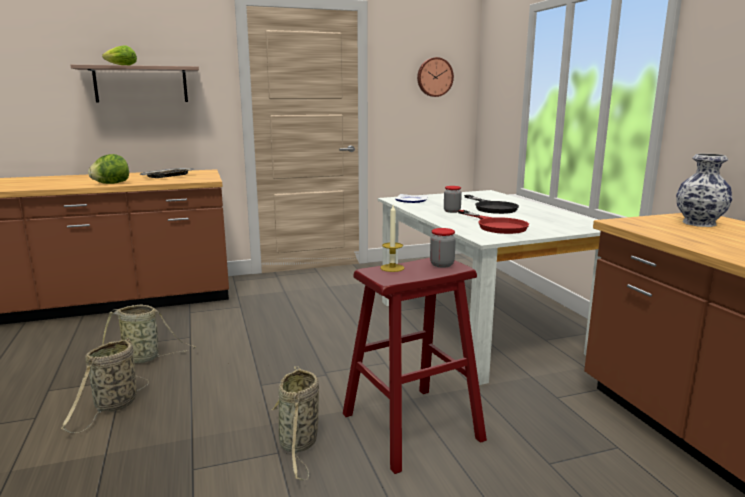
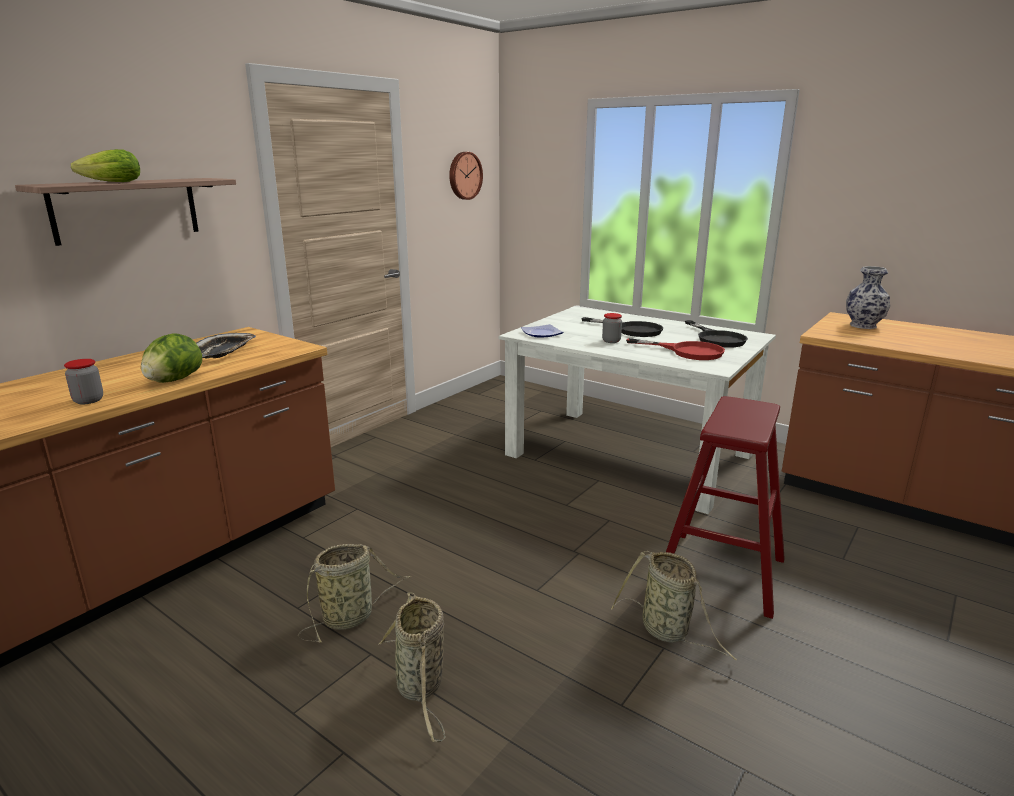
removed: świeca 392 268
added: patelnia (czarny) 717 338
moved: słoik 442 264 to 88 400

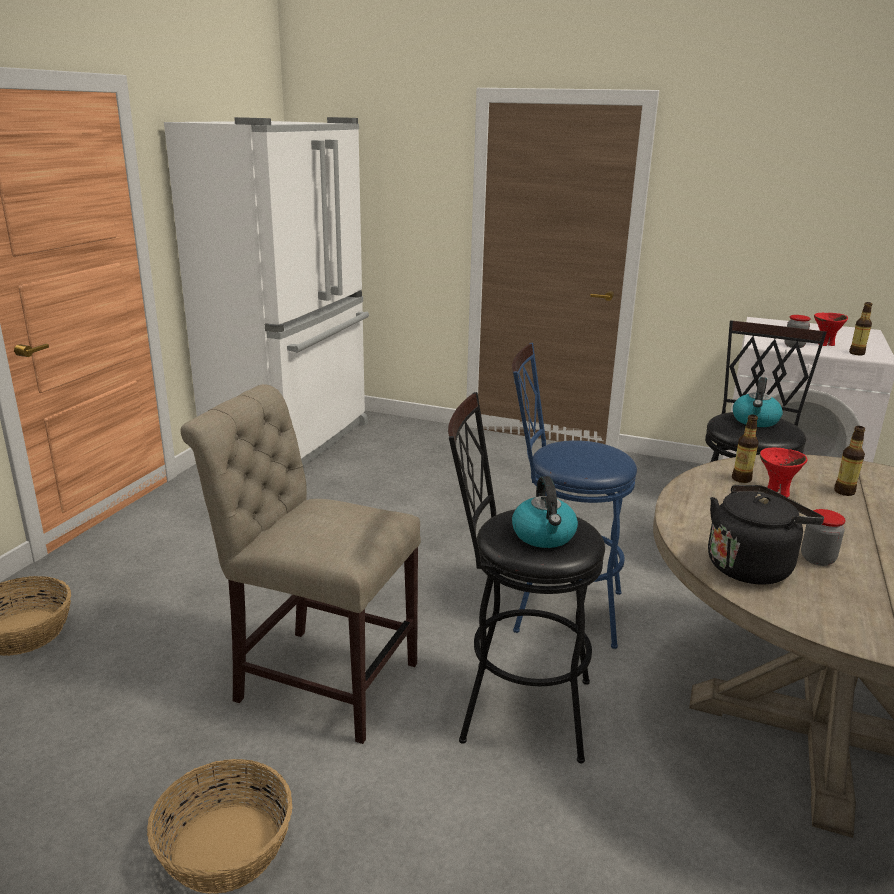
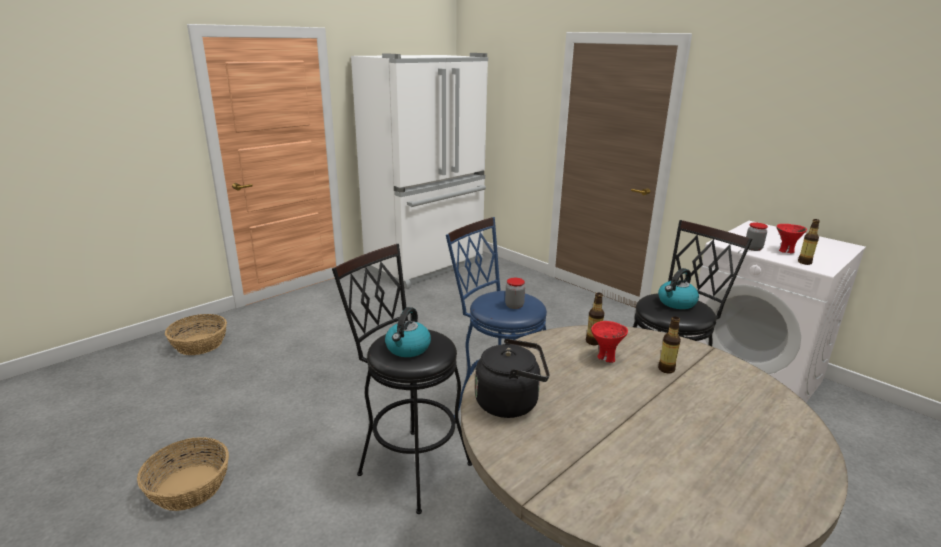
removed: krzesło (beżowy) 318 678
moved: słoik 817 559 to 514 306

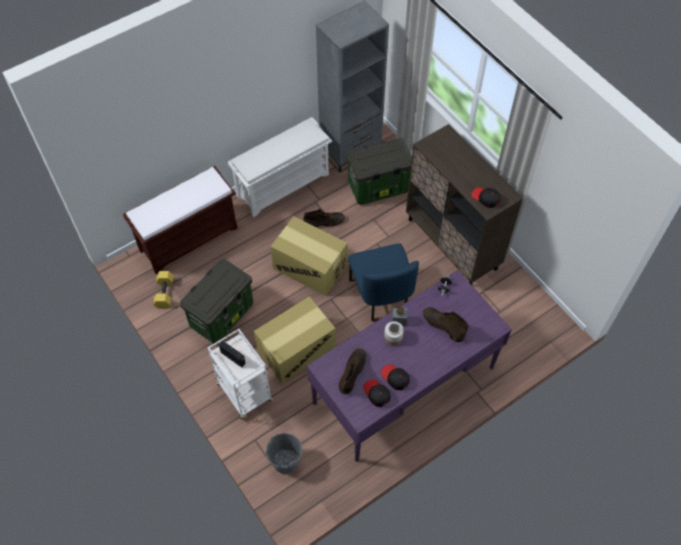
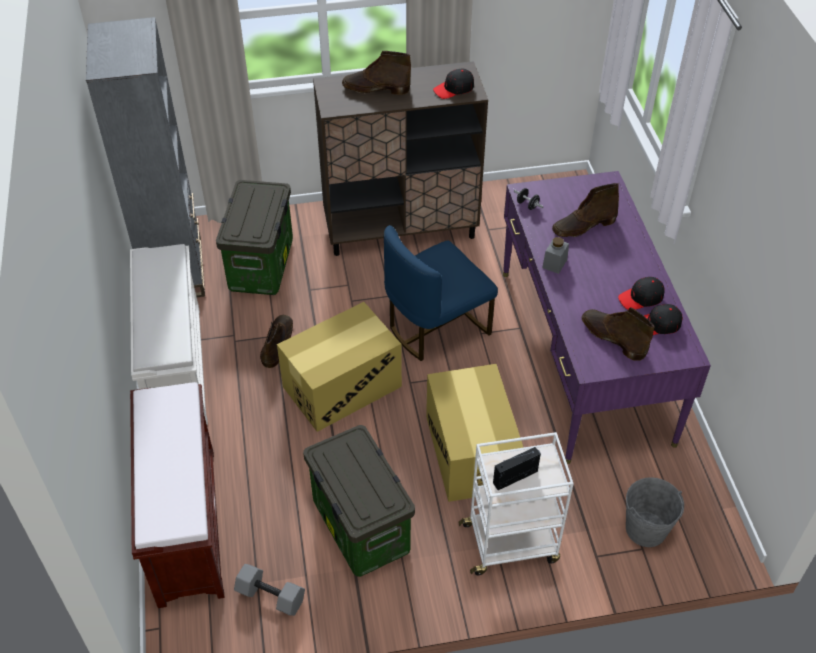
removed: słoik 393 337
added: but z cholewką (brązowy) 375 88
recoloured: hantel (żółty) 164 293 to hantel (szary) 269 597
turned: krzesło (niebieski) 381 295 = 436 327 135 degrees clockwise

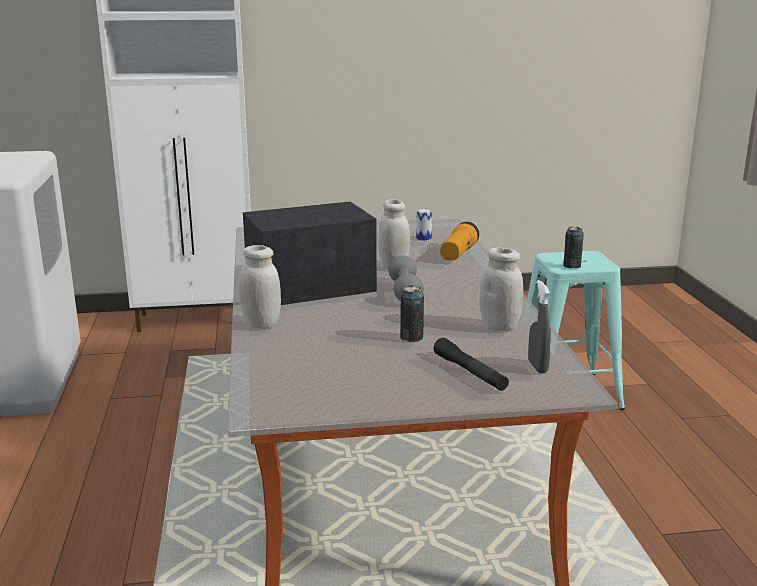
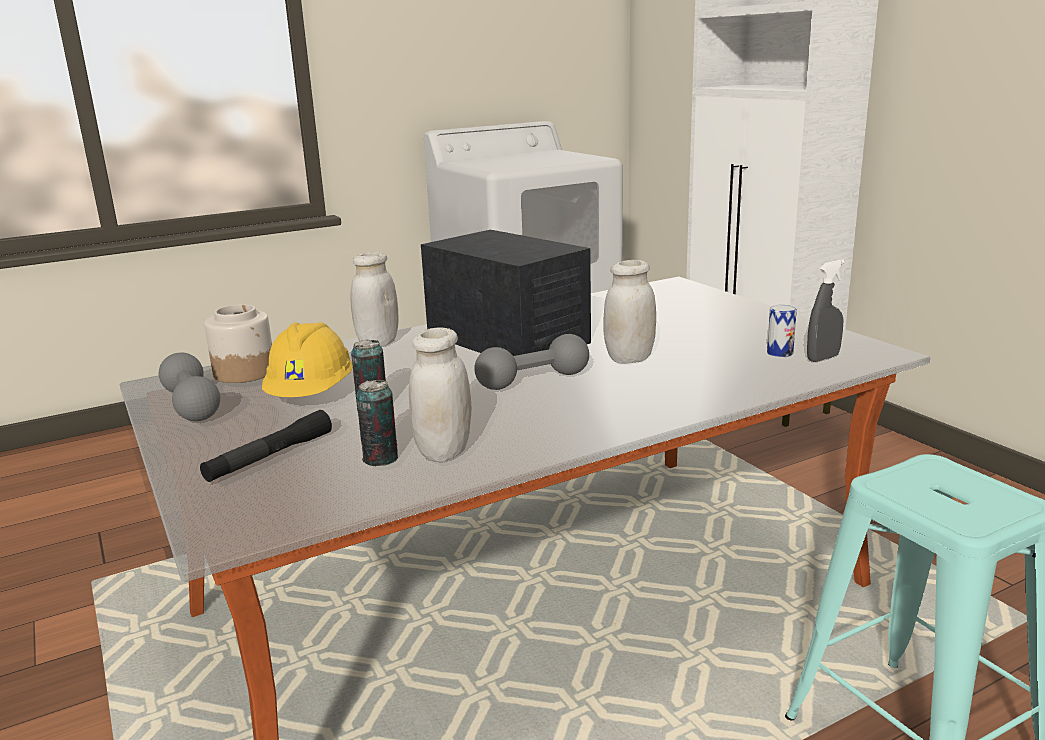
removed: latarka 458 254
added: słoik 245 372; kask (żółty) 311 395; hantel (szary) 192 405
moved: puszka 572 266 to 380 459; spryskiwacz (szary) 537 367 to 823 358

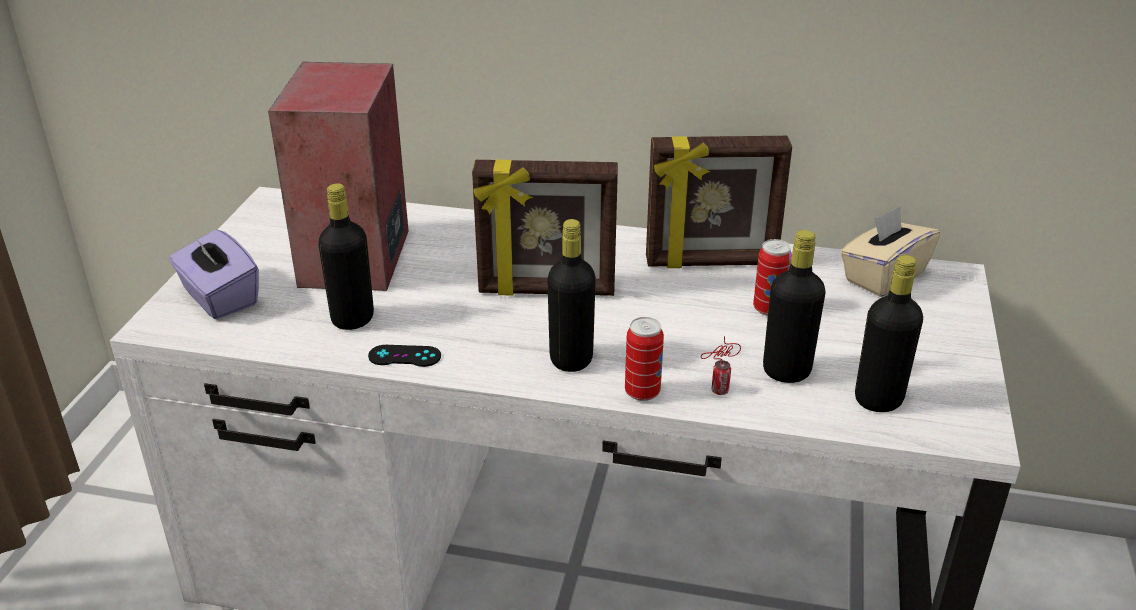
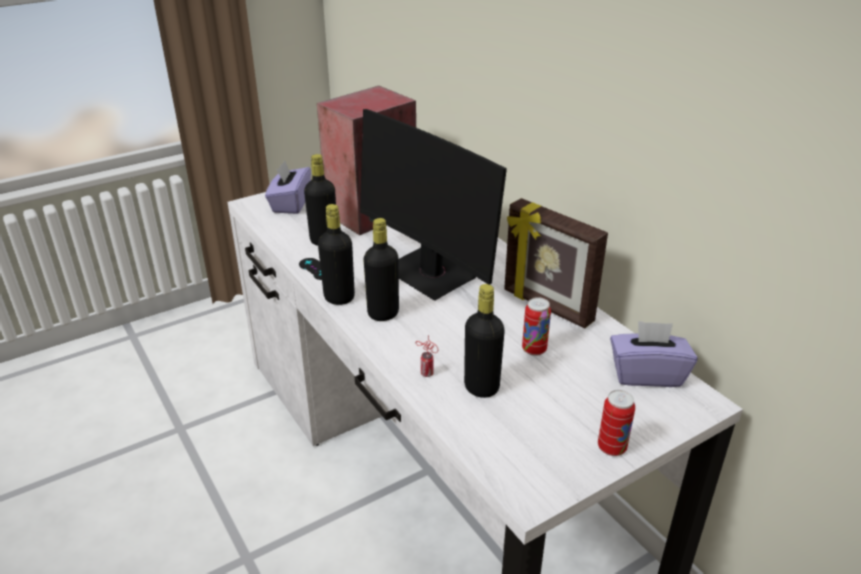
moved: butelka (czarny) 878 400 to 339 298; puszka 642 392 to 611 448
replaced: ramka na zdjęcie 546 291 to monitor 430 274
recoloured: pudełko chusteczek (beżowy) 883 276 to pudełko chusteczek (fioletowy) 646 374

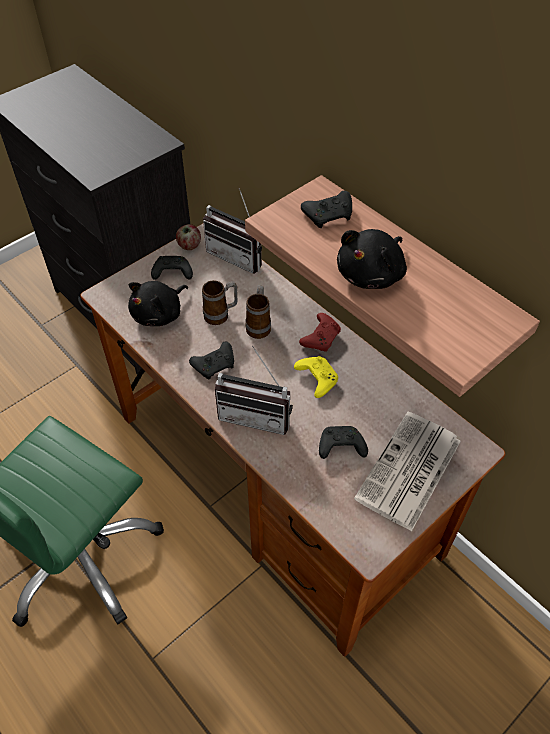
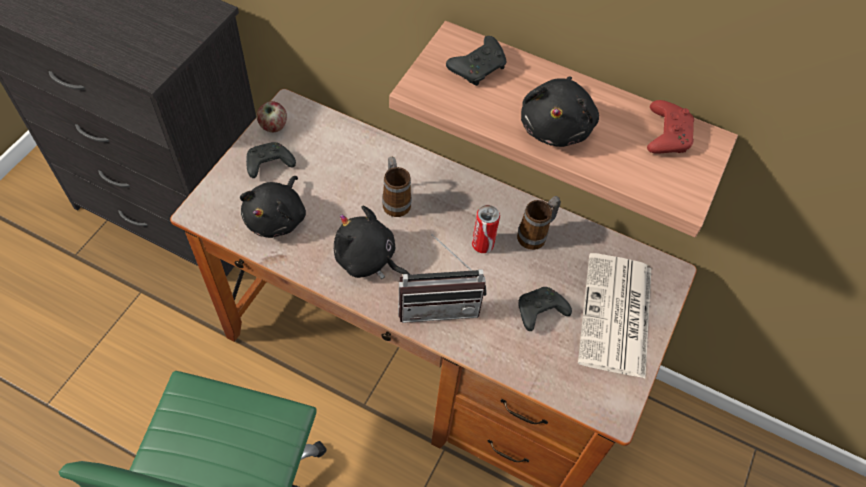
removed: radio 238 256
moved: kubek 221 315 to 536 235; pad do gier (czerwony) 321 337 to 666 135
replaced: pad do gier (czarny) 215 365 to pluszak (czarny) 368 260; pad do gier (żółty) 316 379 to puszka 482 244

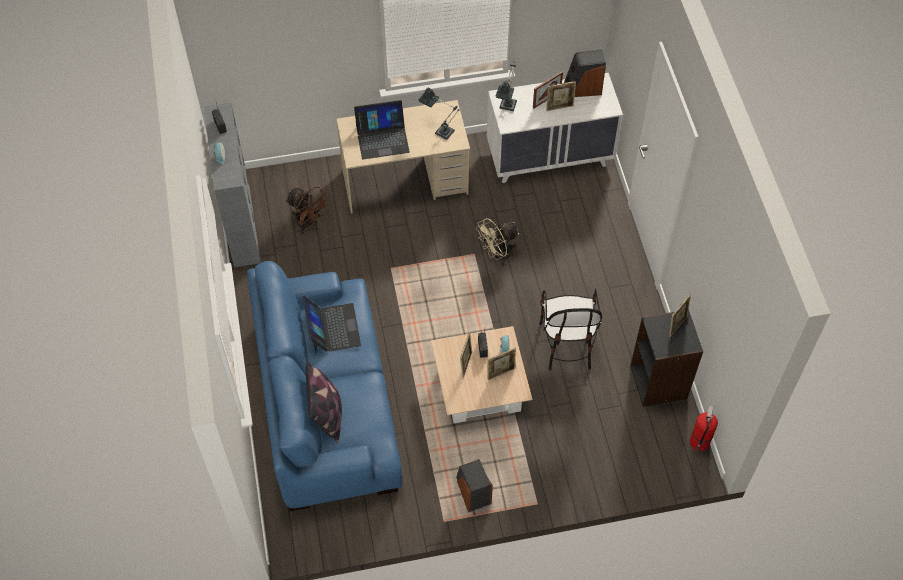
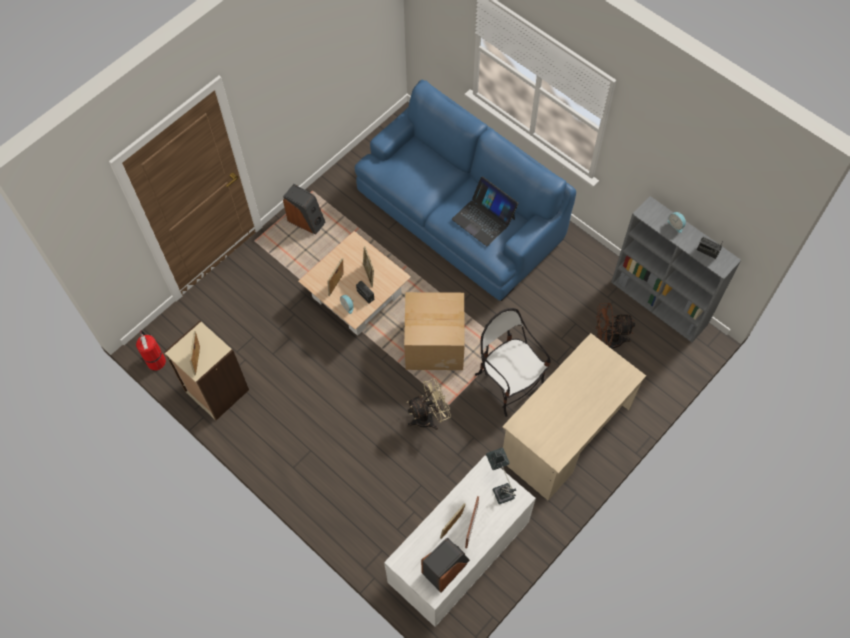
removed: lampa stołowa 440 130; laptop 382 138; poduszka 327 415
added: karton 434 344
moved: krzesło 566 344 to 509 383
recoloured: regał (czarny) 659 382 to regał (beżowy) 216 391
turned: wentylator (beżowy) 497 255 = 428 417 45 degrees clockwise

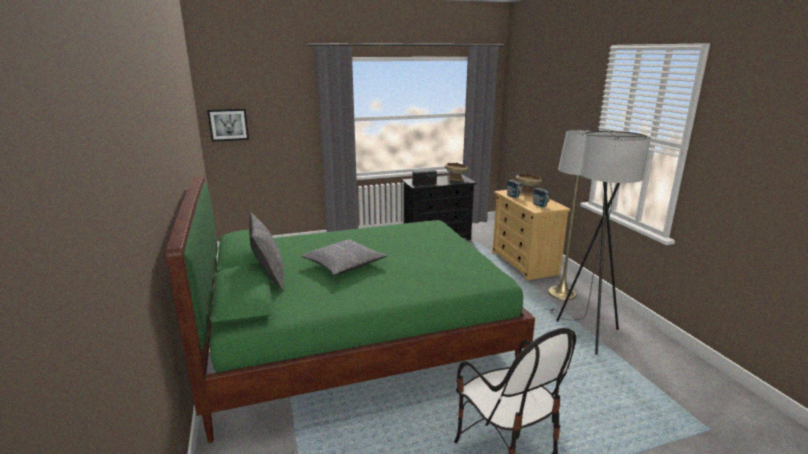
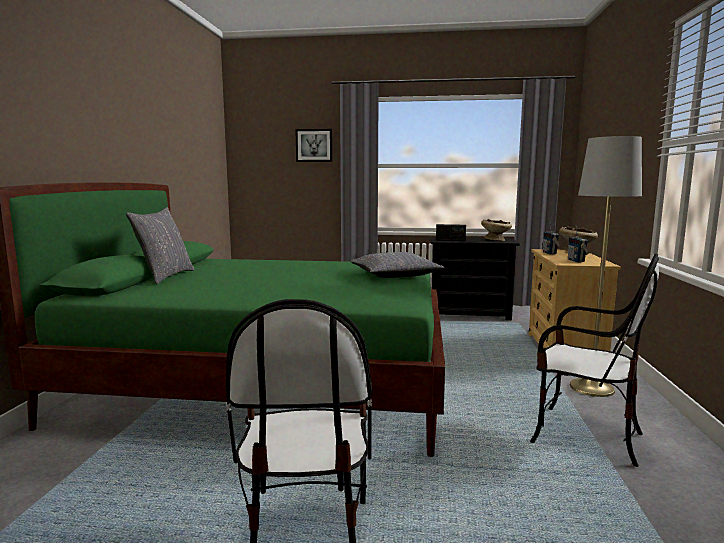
moved: obraz 228 124 to 314 145; poduszka (szary) 344 264 to 394 275
replaced: lampa stojąca (szary) 584 332 to krzesło 584 436

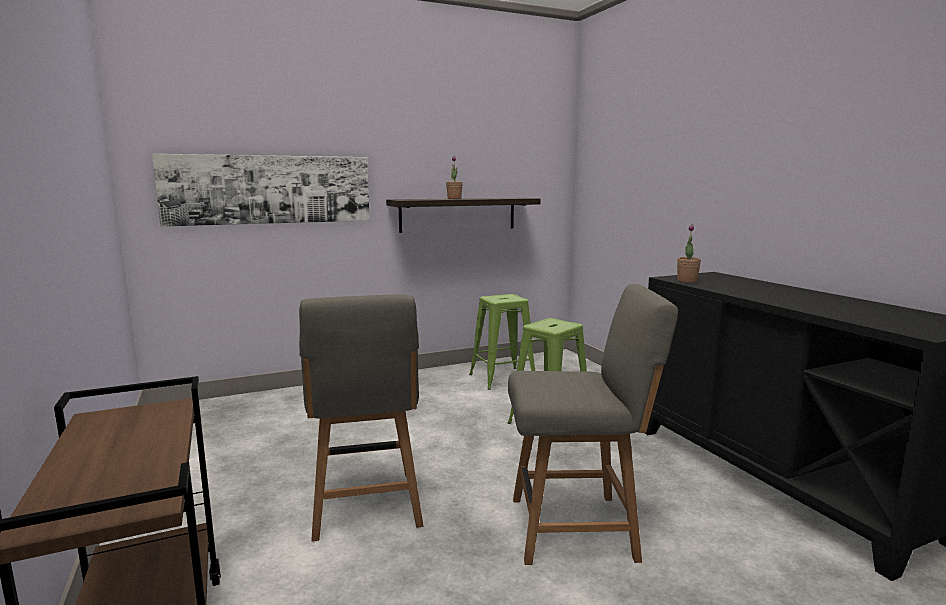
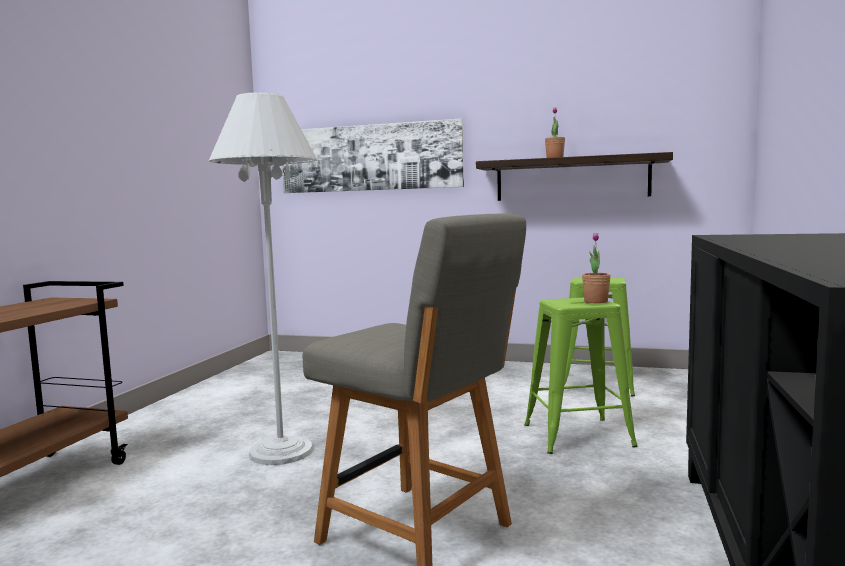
moved: roślina doniczkowa 687 281 to 596 301
replaced: krzesło (szary) 366 507 to lampa stojąca (biały) 281 452

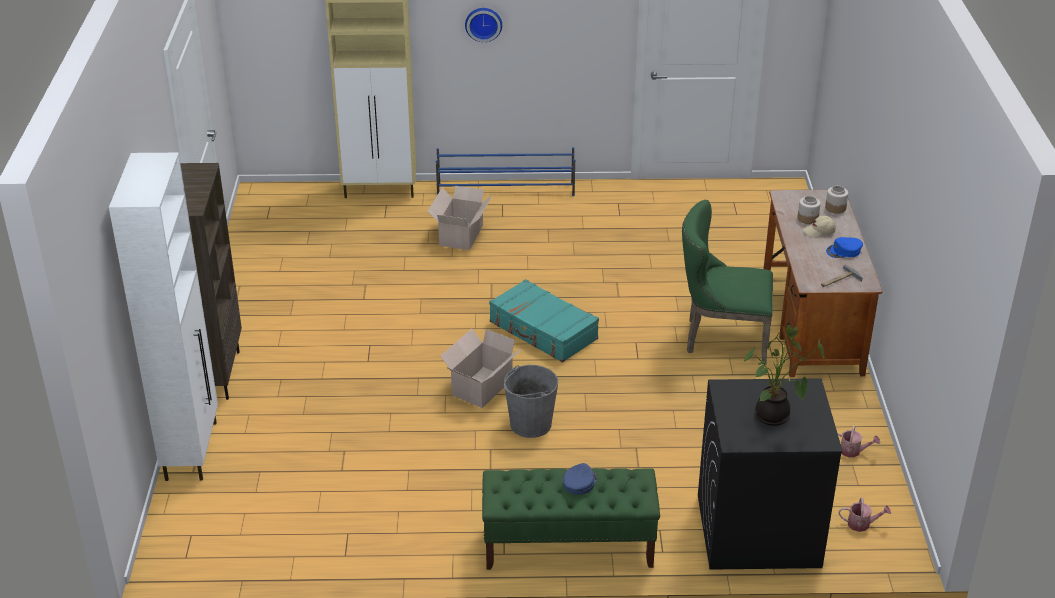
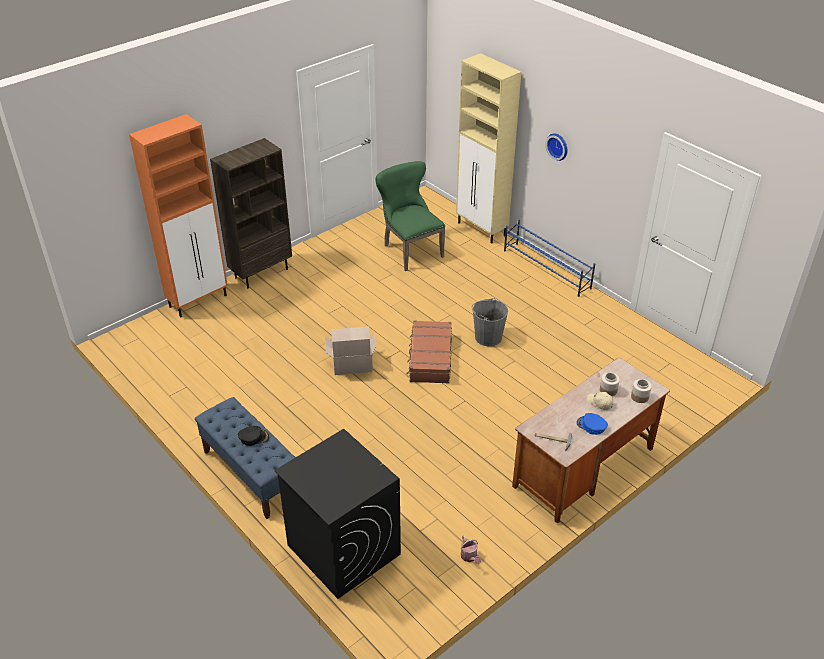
removed: karton 462 234; roślina doniczkowa 774 417; konewka 862 524
moved: krzesło (zielony) 720 338 to 409 250; wiadro (szary) 530 424 to 488 337
recoloured: szafka (biały) 192 450 to szafka (pomarańczowy) 199 301; walizka (turkusowy) 543 331 to walizka (brązowy) 430 358; czapka z daszkiem (niebieski) 579 482 to czapka z daszkiem (czarny) 253 437; ławka (zielony) 568 546 to ławka (niebieski) 251 473

